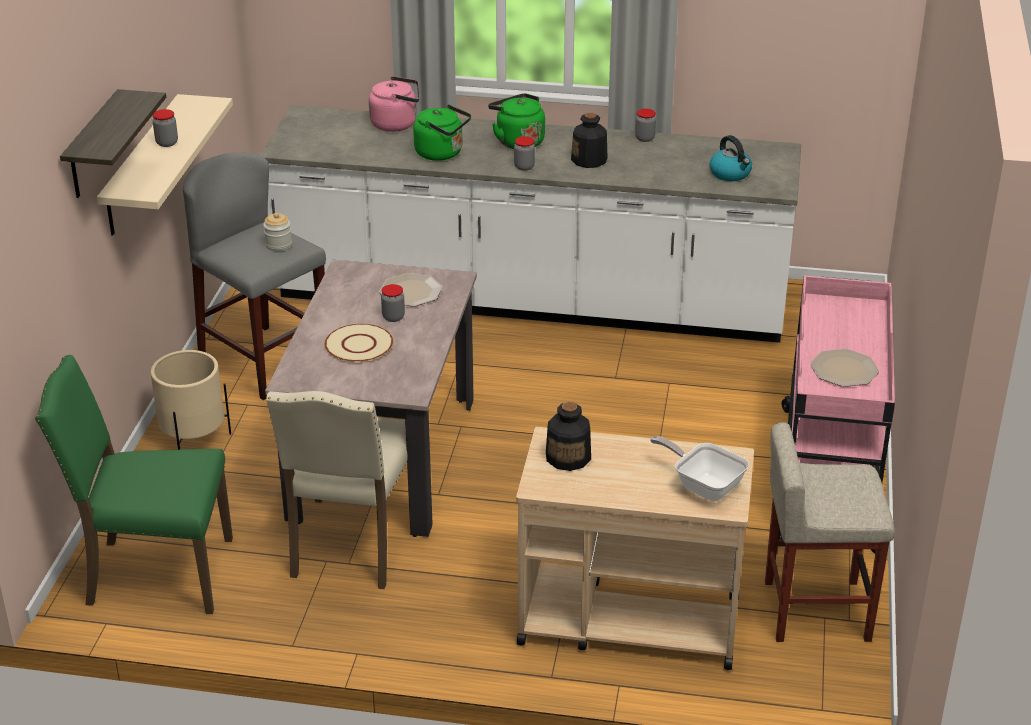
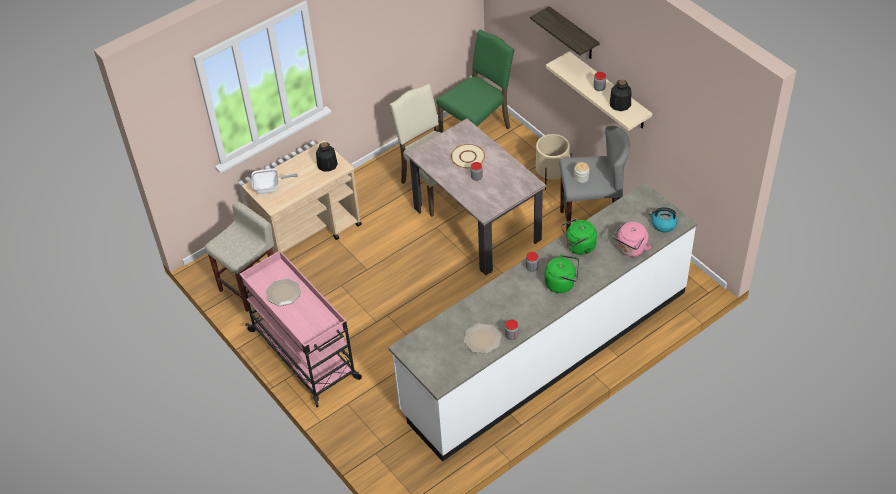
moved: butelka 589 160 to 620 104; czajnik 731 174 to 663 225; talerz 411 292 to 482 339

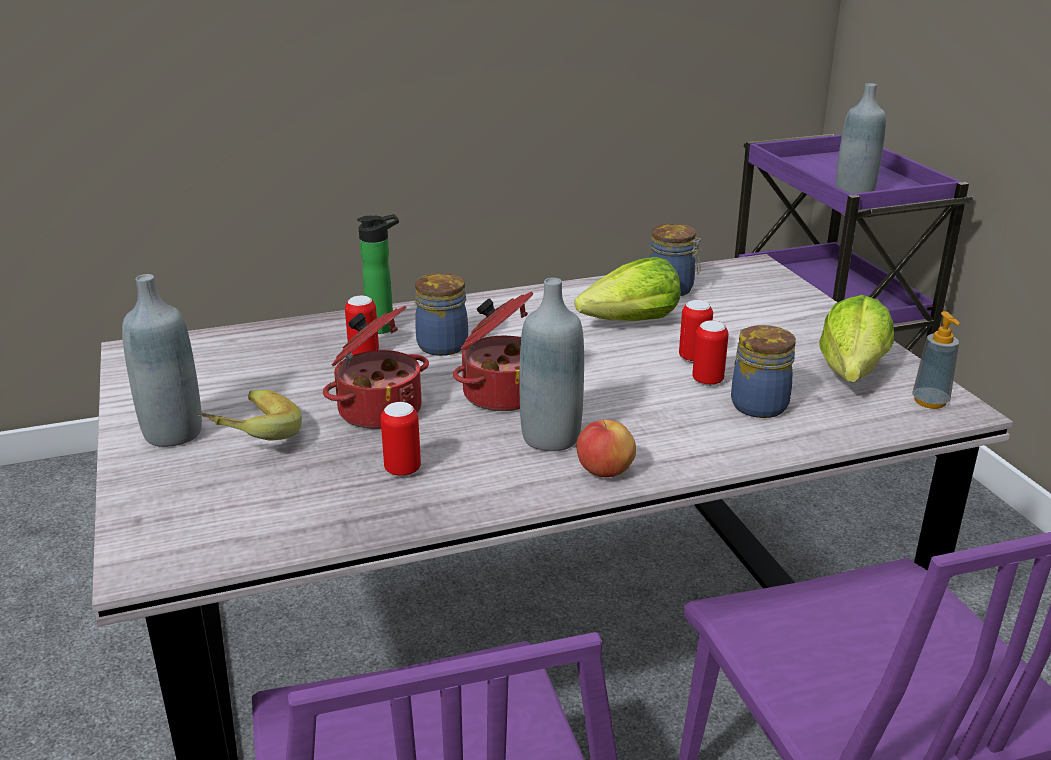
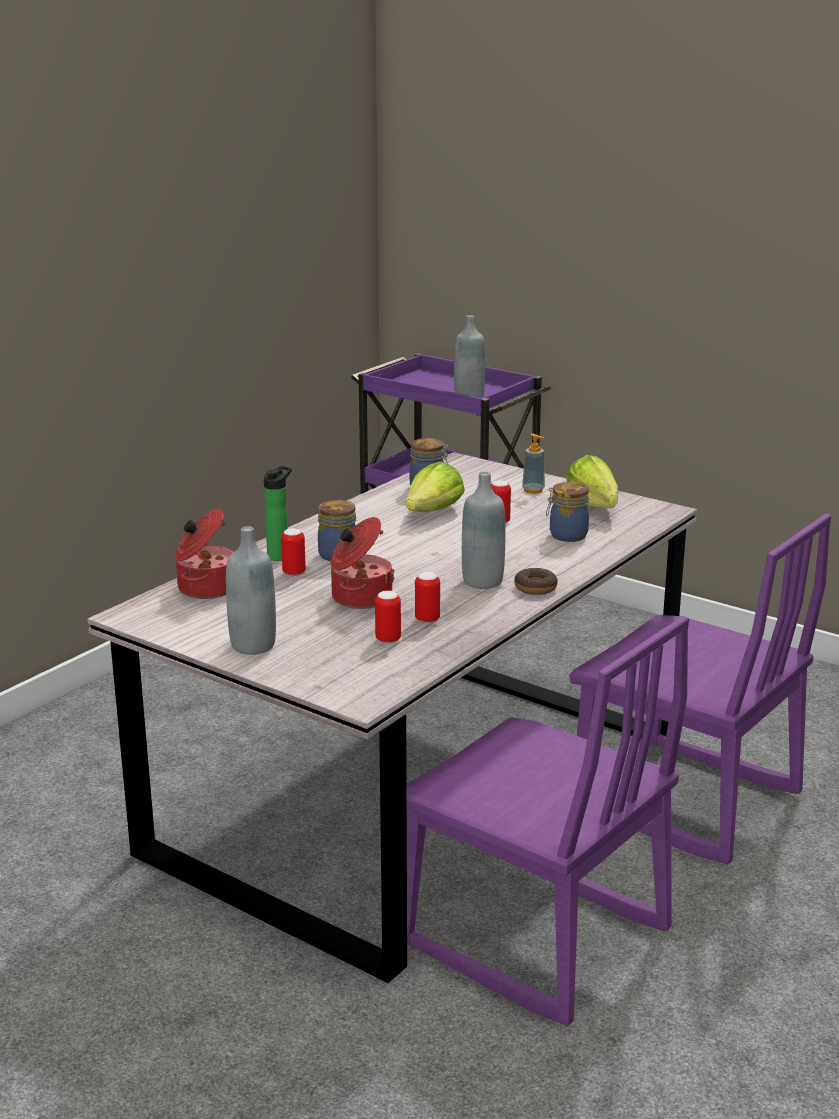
removed: banan 248 439
moved: garnek 501 393 to 206 588; dozownik mydła 930 401 to 533 490; puszka 707 381 to 388 639
replaced: jabłko 604 472 to donut 535 588

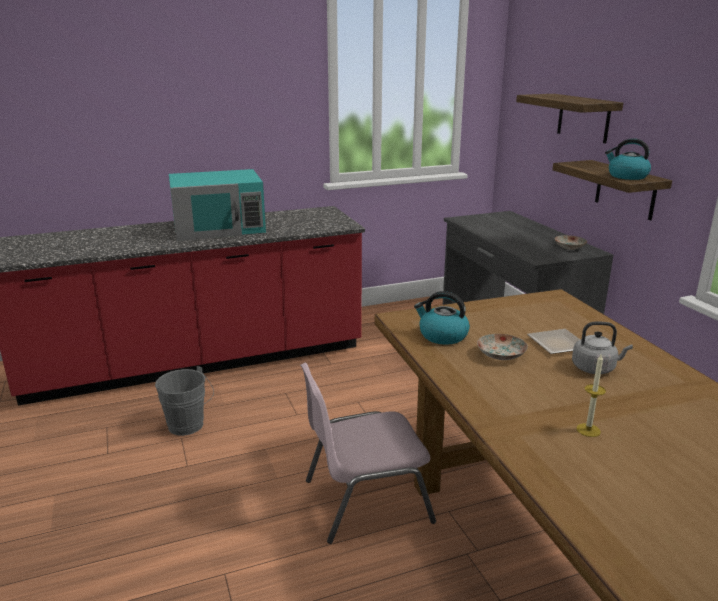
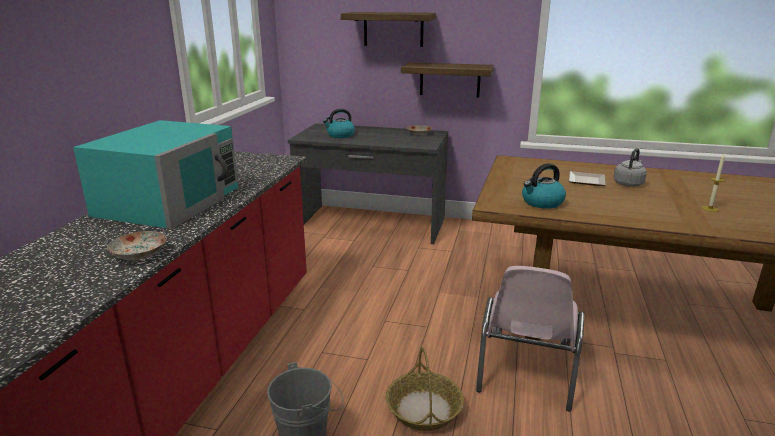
added: koszyk 423 409
moved: czajnik 627 176 to 340 135; talerz 501 355 to 139 255

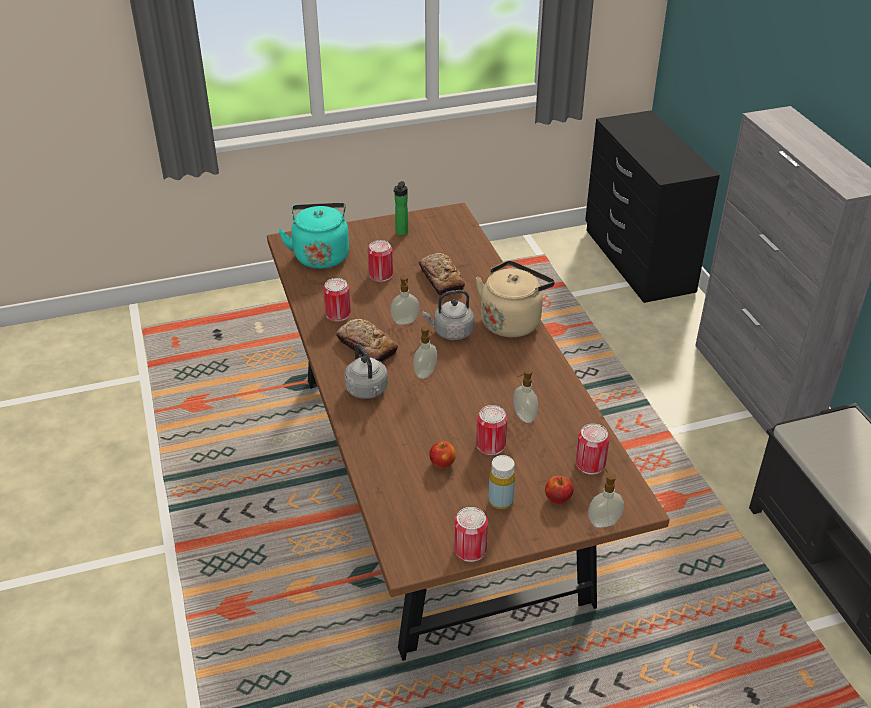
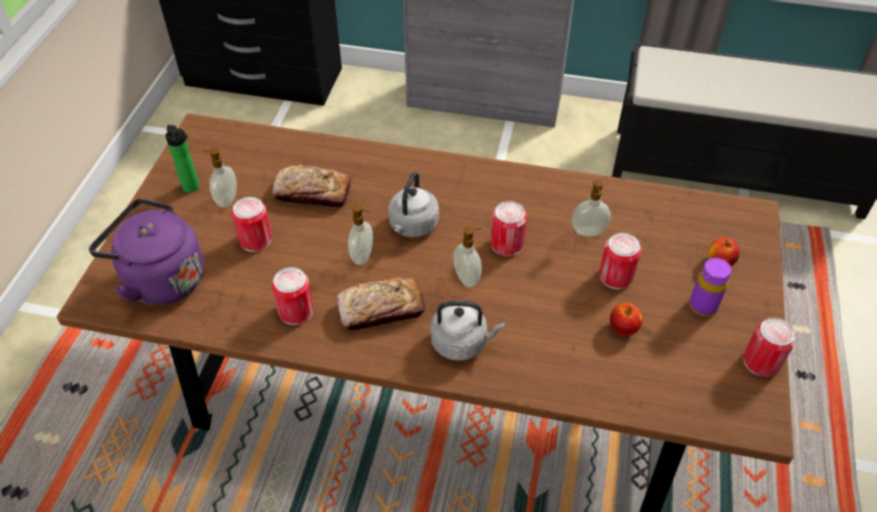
removed: czajnik (beżowy) 512 321
moved: puszka 590 464 to 507 244; dozownik mydła 603 521 to 226 199
recoloured: czajnik (turkusowy) 321 255 to czajnik (fioletowy) 160 279; butelka (żółty) 500 501 to butelka (fioletowy) 702 306

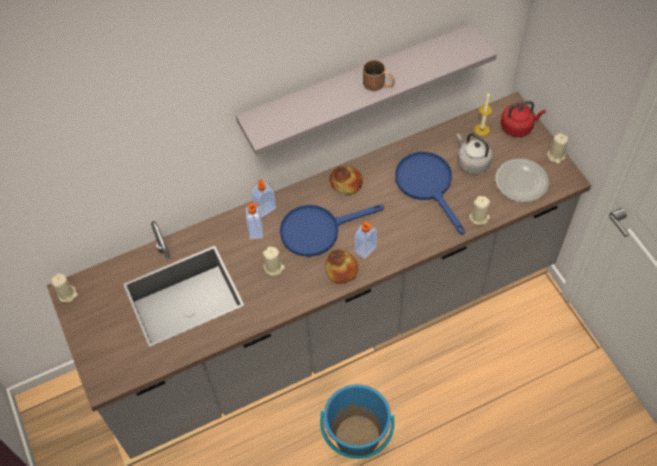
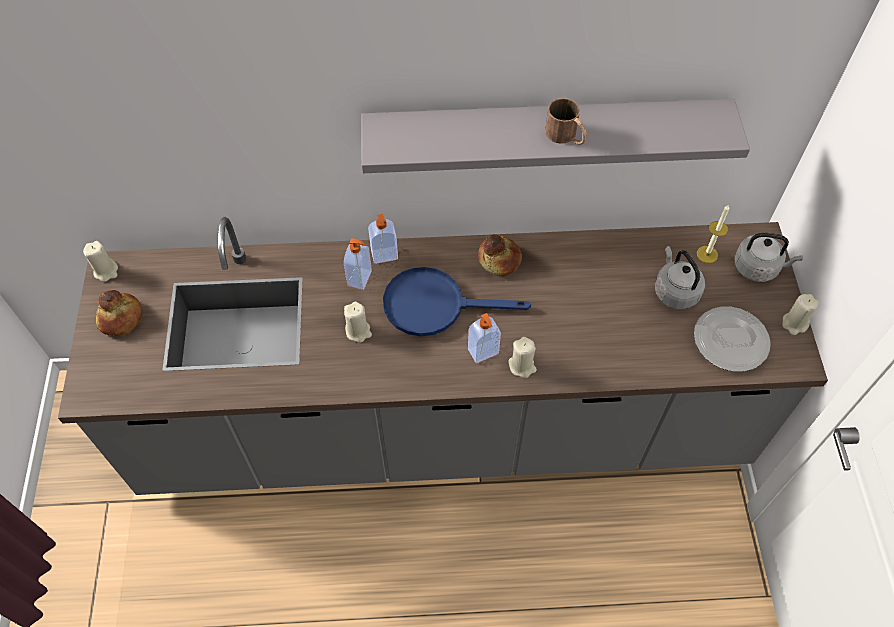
removed: patelnia (niebieski) 428 185; wiadro (niebieski) 357 437
moved: świeca (beżowy) 479 217 to 522 366; chleb 341 269 to 121 318
recoloured: czajnik (czerwony) 518 127 to czajnik (szary) 758 267

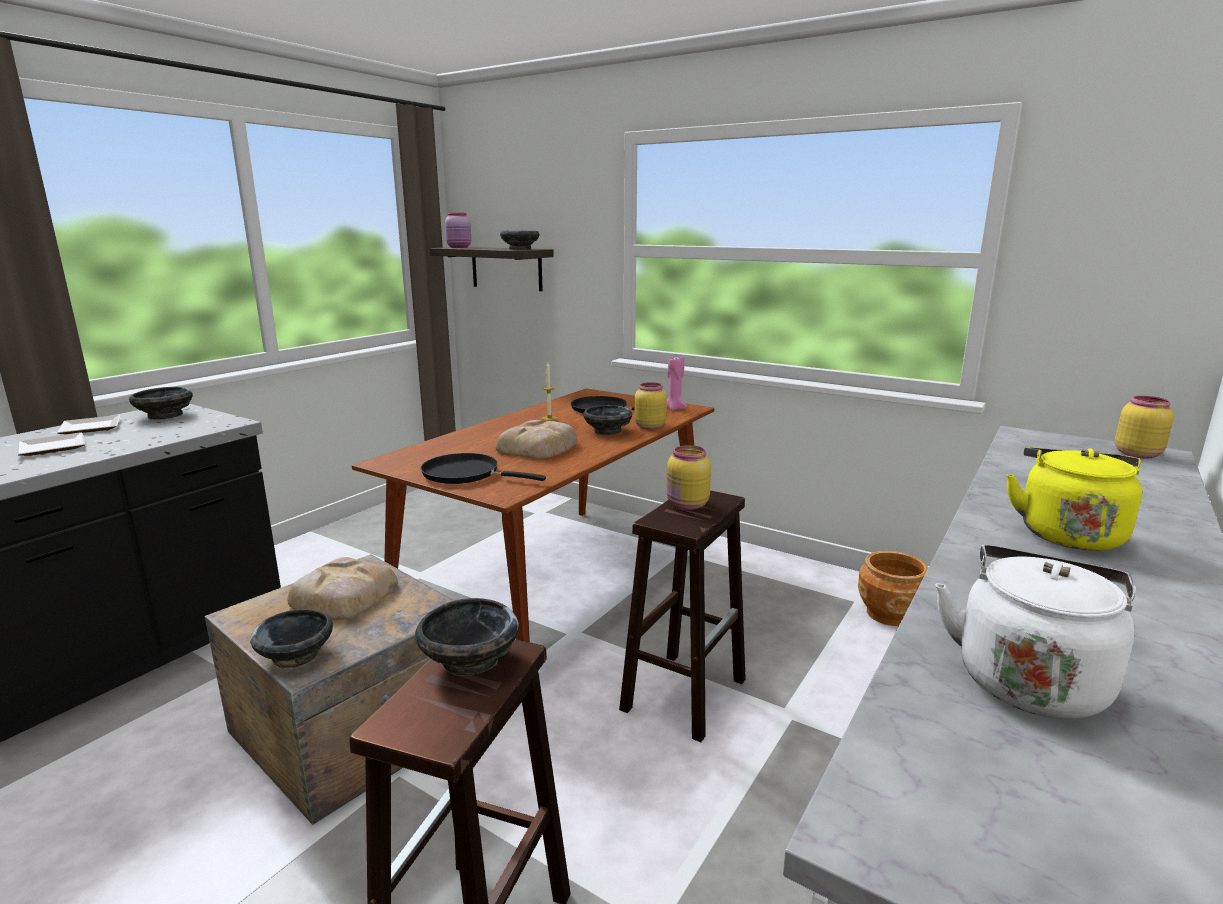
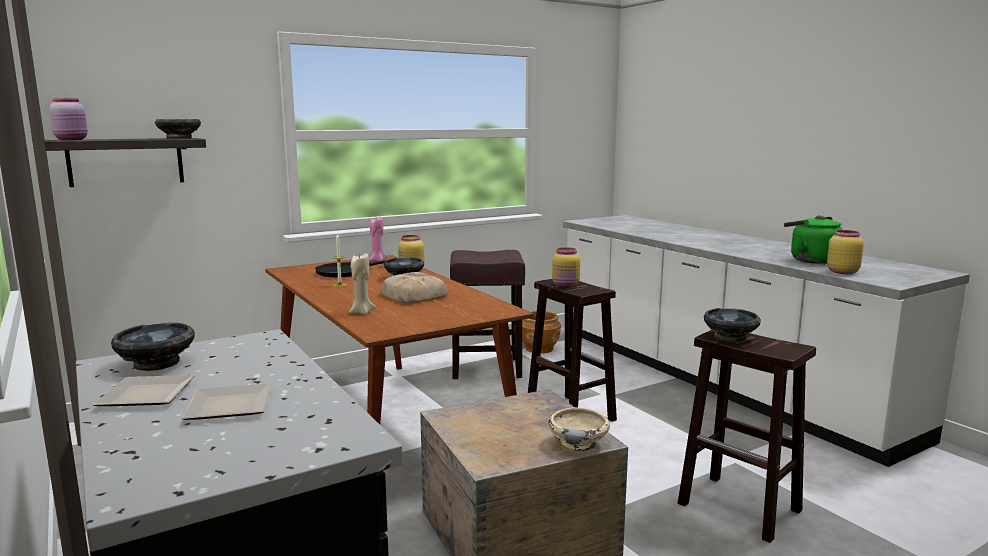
removed: czajnik (żółty) 1067 533; patelnia (czarny) 466 474; chleb 342 597
added: stołek (brązowy) 487 368; świeca (beżowy) 361 312
moved: słoik (żółty) 1137 454 to 841 272
recoloured: czajnik (biały) 1029 679 to czajnik (zielony) 811 260; miska (czarny) 296 656 to miska (beżowy) 578 443

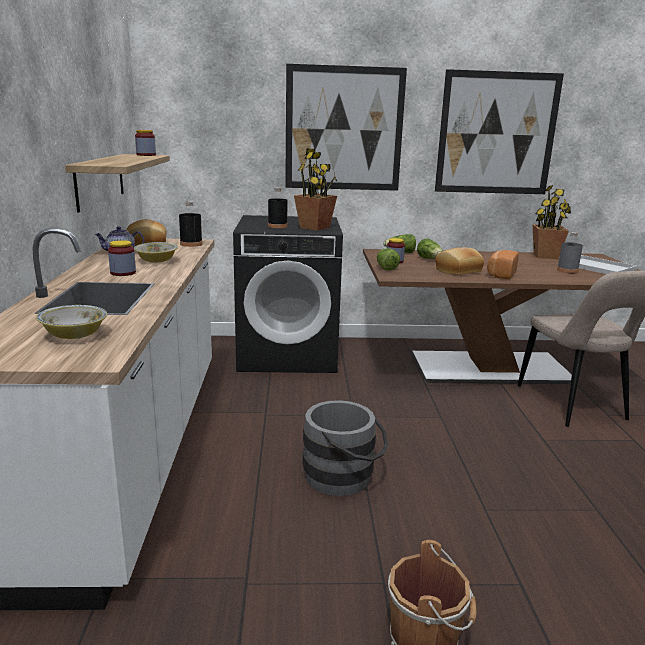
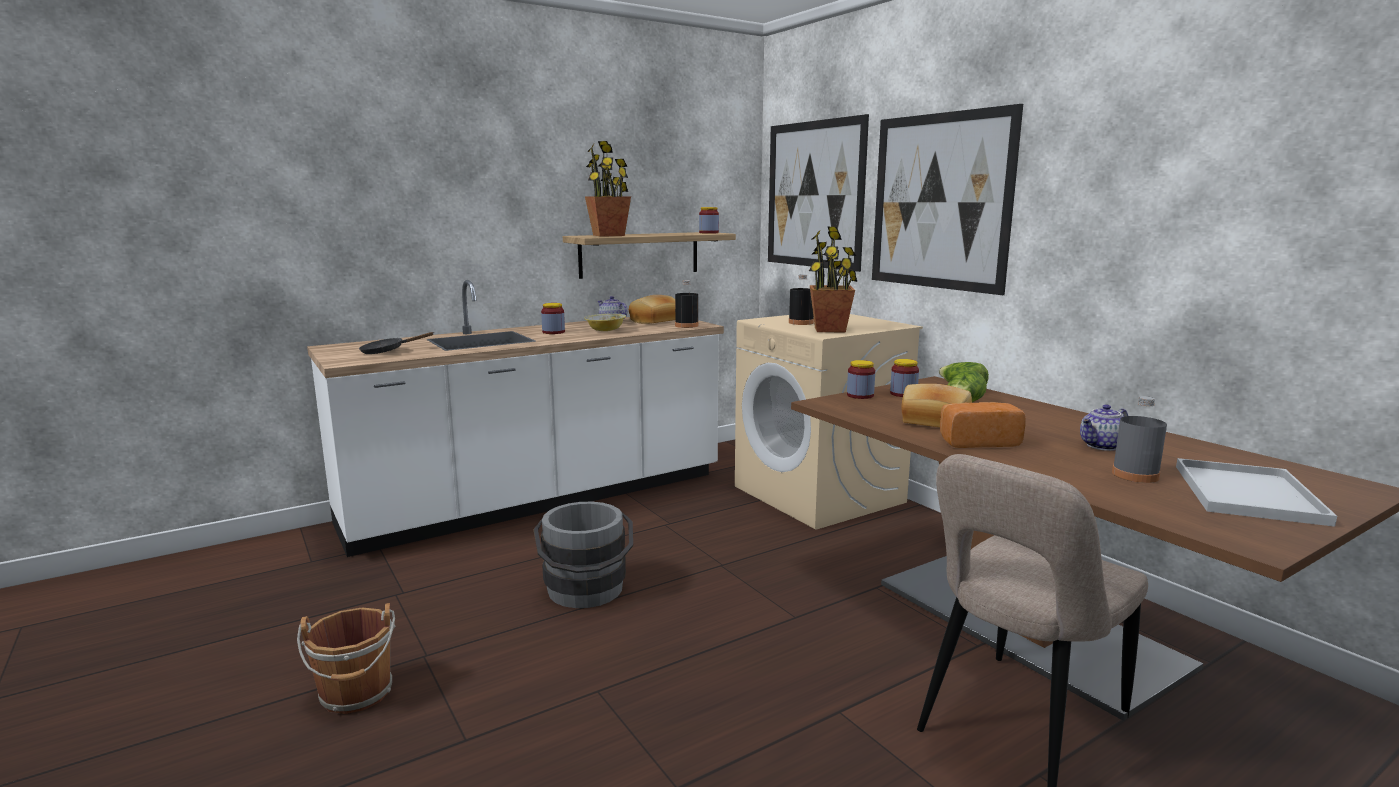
added: imbryk 1102 446
moved: obraz 497 134 to 814 195; roślina doniczkowa 545 256 to 609 235
replaced: sałata 386 267 to słoik 860 395; miska 74 335 to patelnia (czarny) 387 351
recoloured: pralka (czarny) 288 354 to pralka (beżowy) 820 494

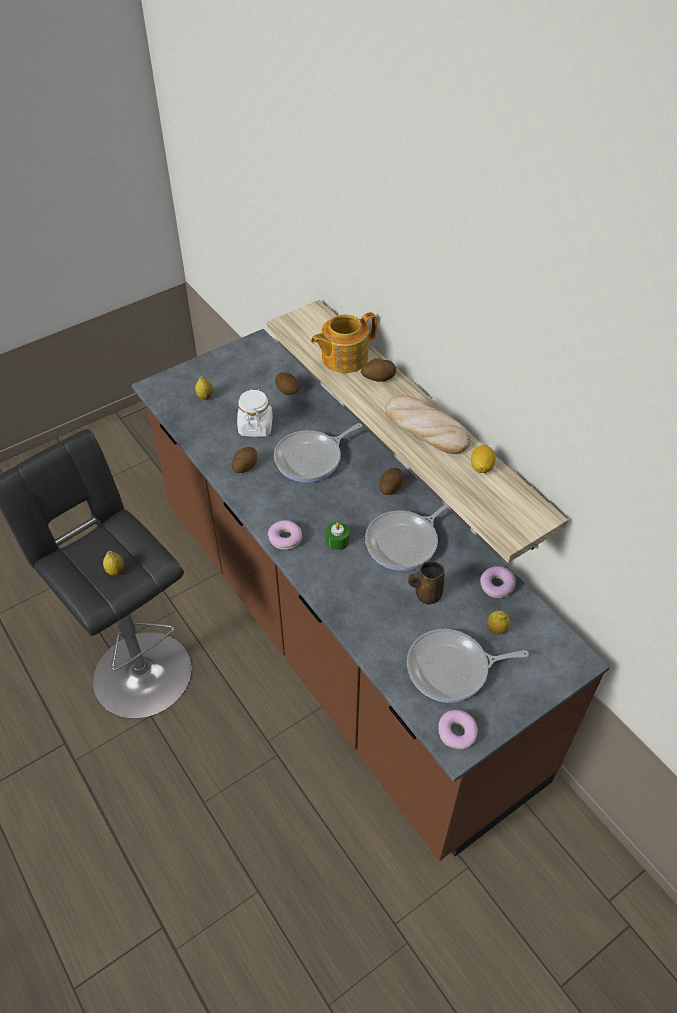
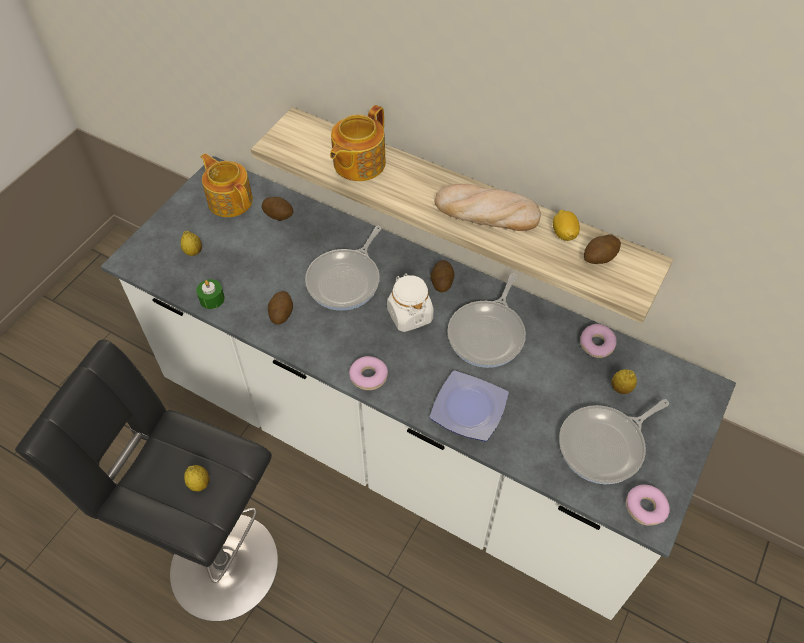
removed: kubek (brązowy) 426 594
added: imbryk 230 200; talerz 467 409
moved: ziemniak 378 378 to 599 258; słoik (biały) 255 426 to 409 315; świeca (zielony) 337 540 to 212 299
recoloured: zabudowa kuchenna (brązowy) 338 638 to zabudowa kuchenna (biały) 402 444

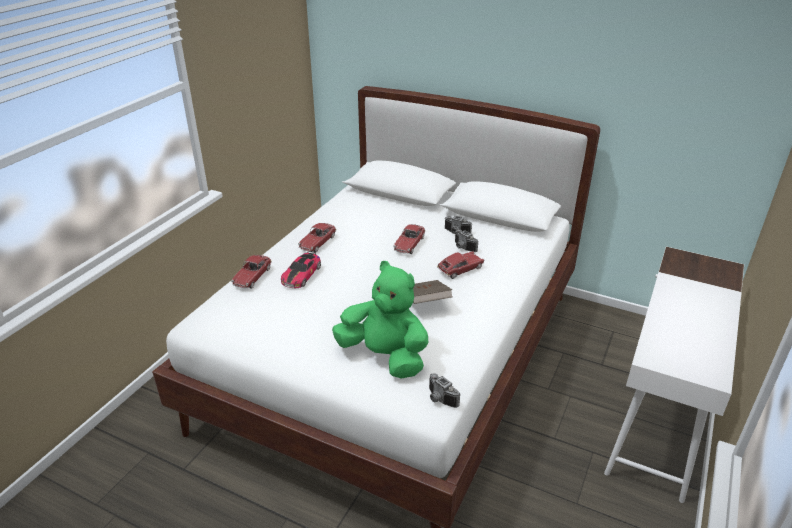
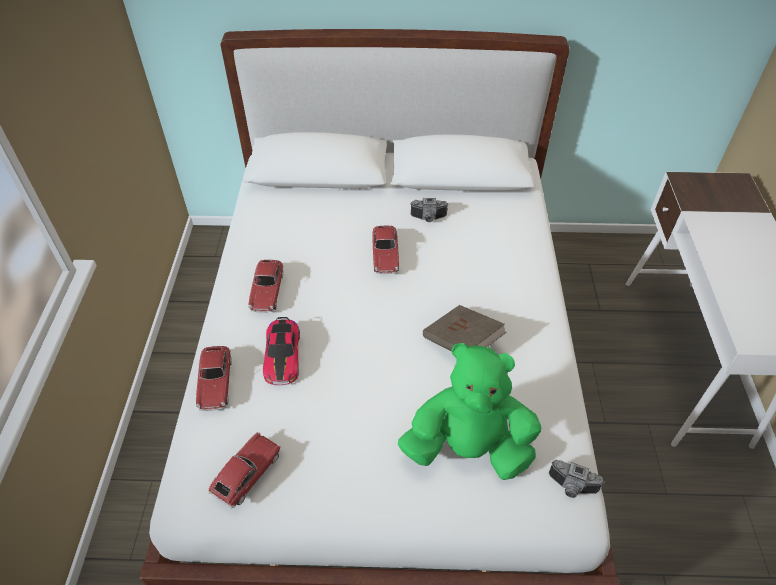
removed: aparat fotograficzny 463 248
moved: samochodzik 460 269 to 247 473

